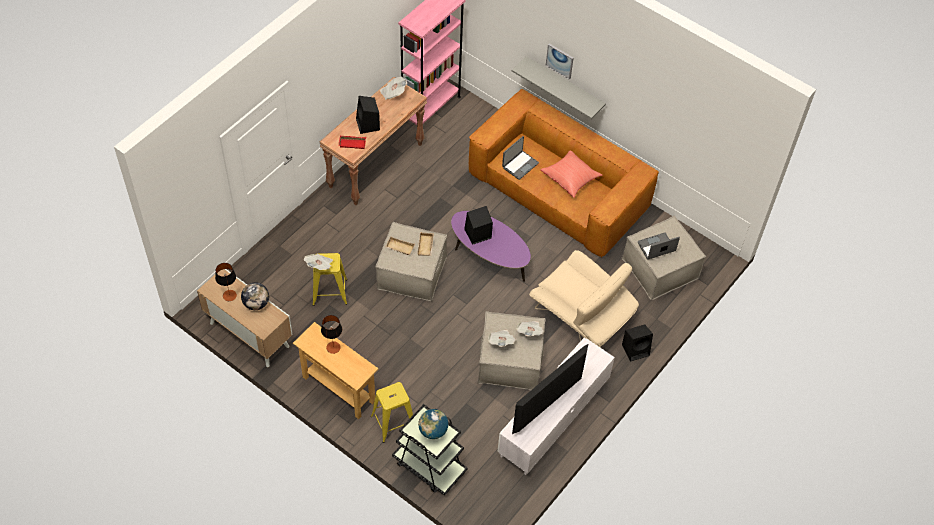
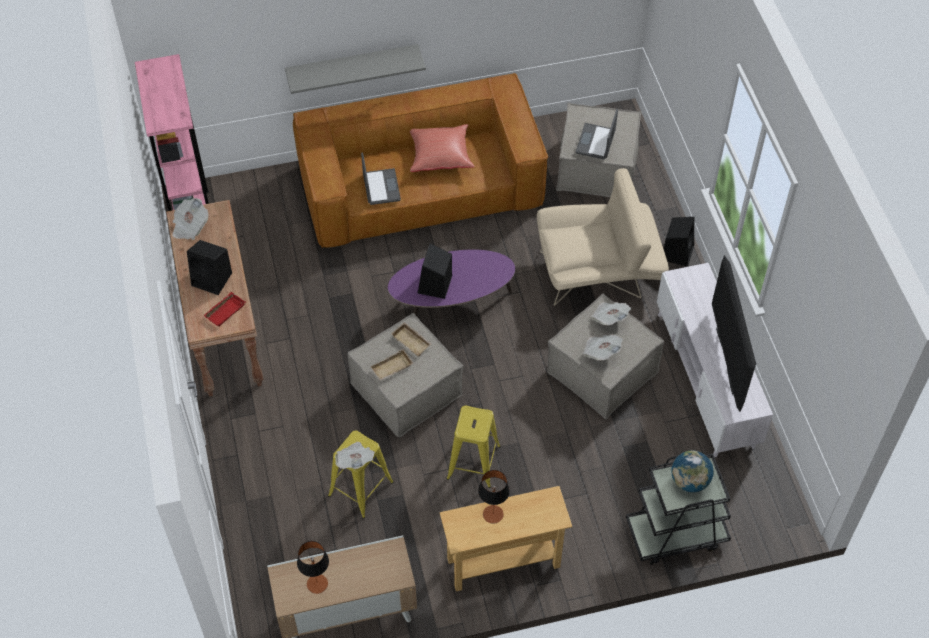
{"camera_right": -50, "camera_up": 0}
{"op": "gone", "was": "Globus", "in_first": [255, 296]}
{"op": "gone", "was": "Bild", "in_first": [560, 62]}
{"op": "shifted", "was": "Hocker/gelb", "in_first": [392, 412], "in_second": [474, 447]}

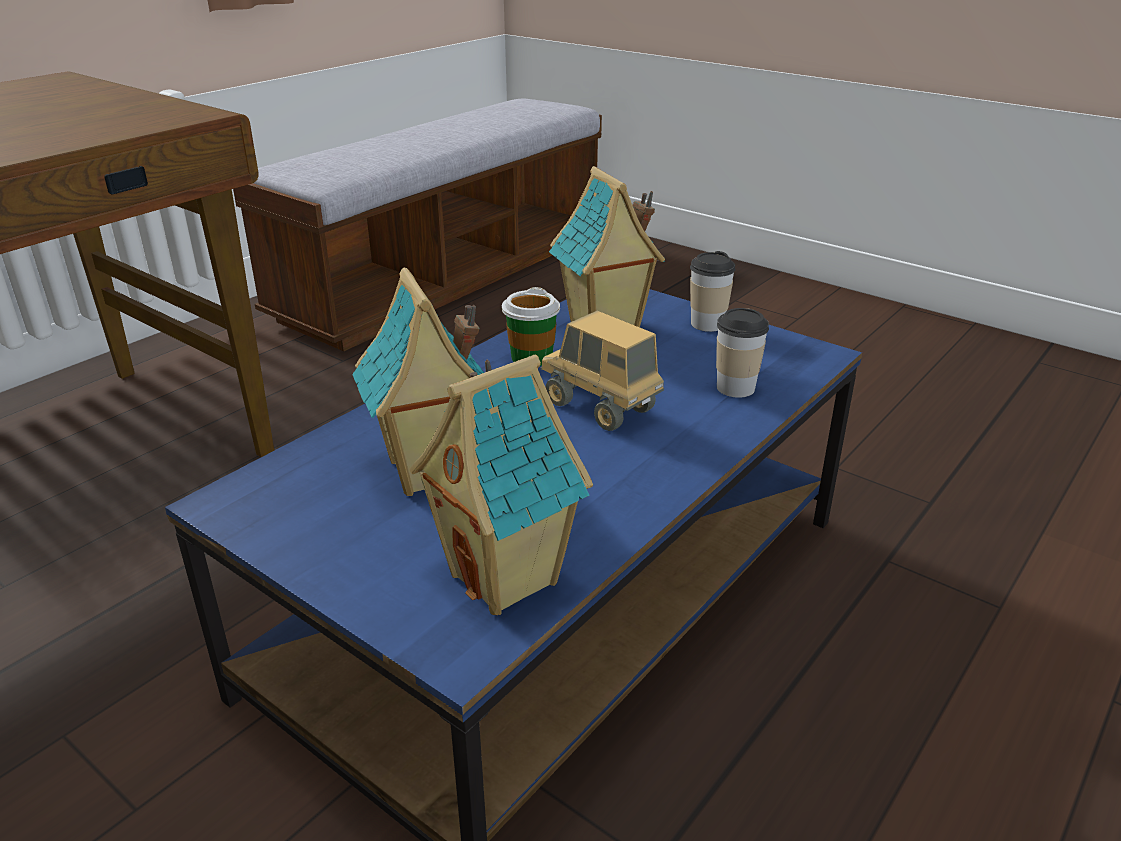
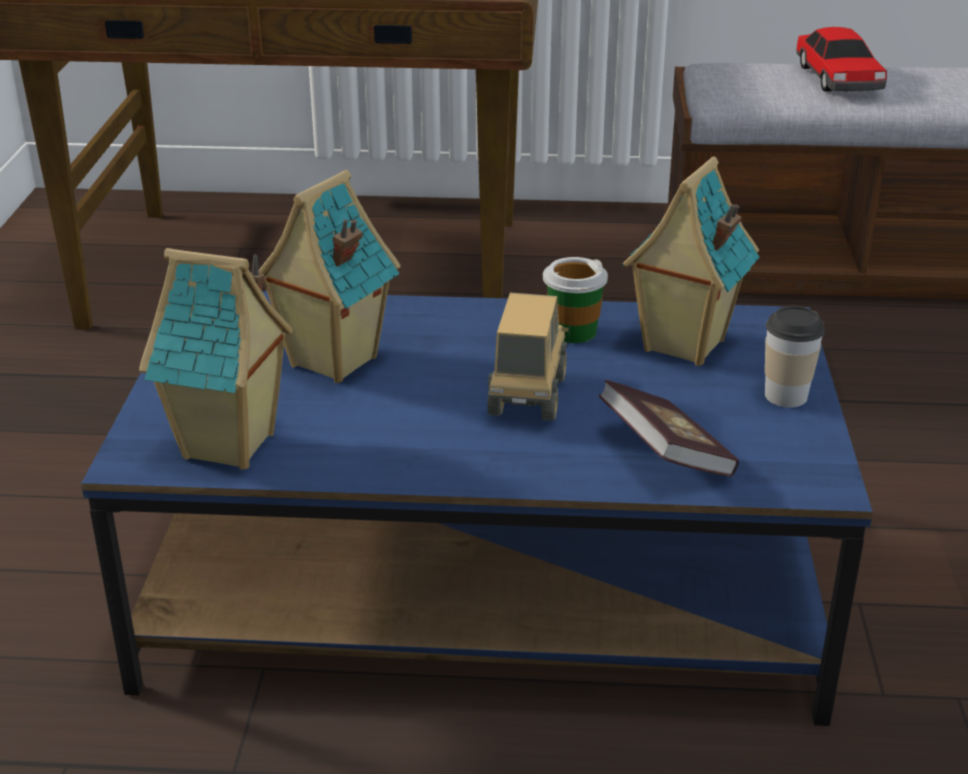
{"camera_right": 55, "camera_up": 0}
{"op": "new", "now": "Spielzeugauto", "in_second": [841, 59]}
{"op": "swapped", "was": "Tasse", "now": "Buch", "in_first": [742, 353], "in_second": [669, 428]}

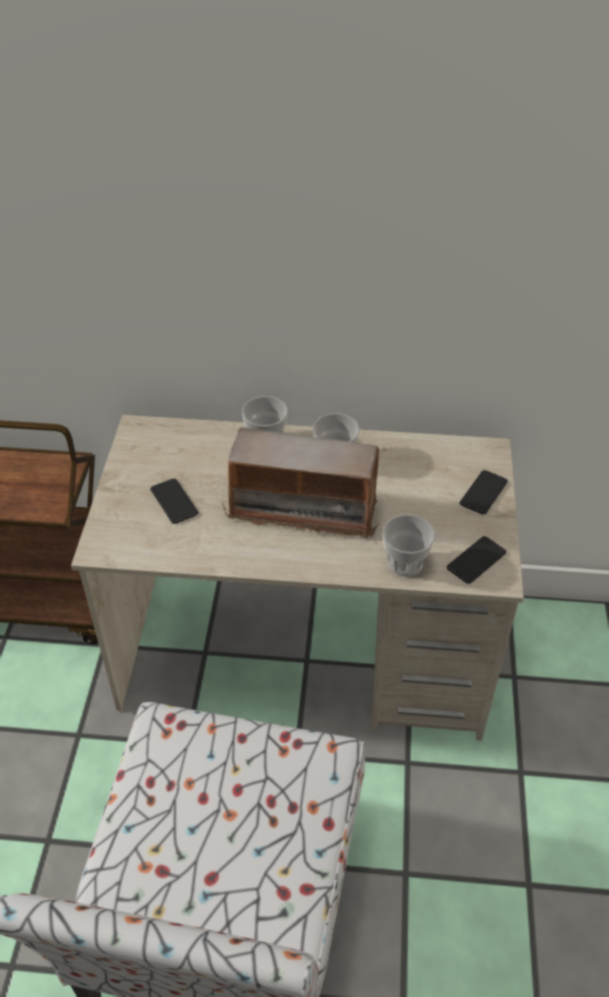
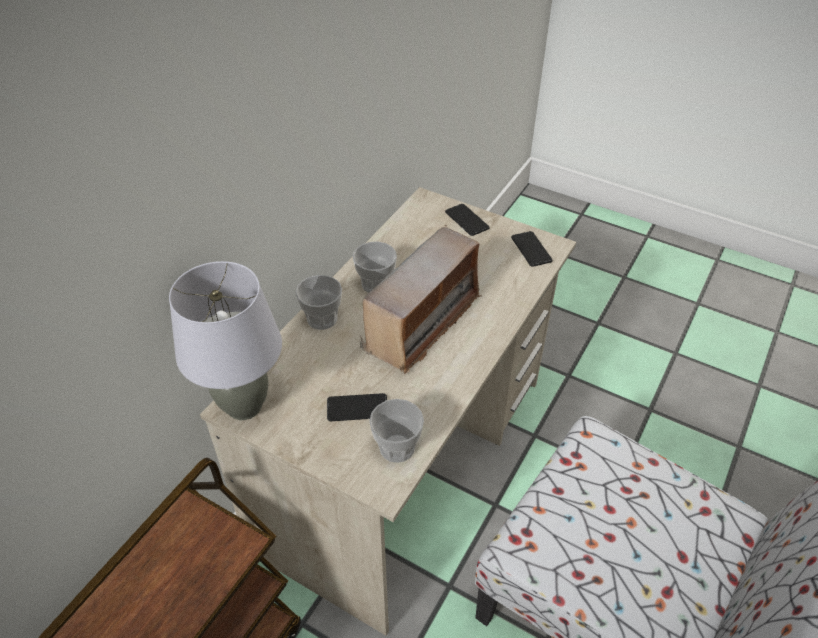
{"camera_right": -65, "camera_up": 0}
{"op": "new", "now": "Tischlampe/grau", "in_second": [225, 340]}
{"op": "shifted", "was": "Tasse", "in_first": [408, 545], "in_second": [396, 431]}

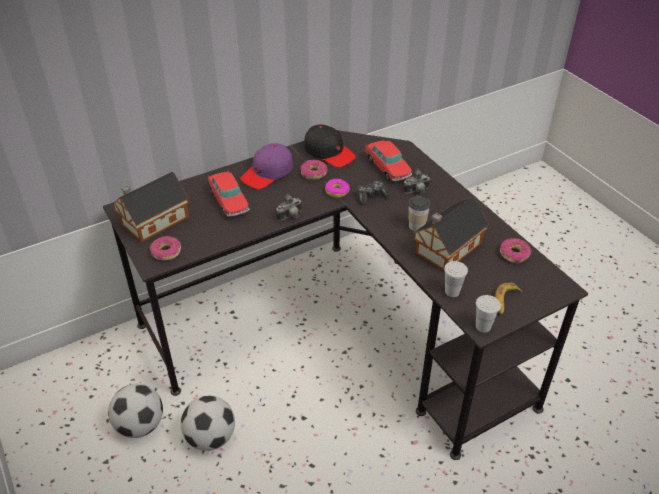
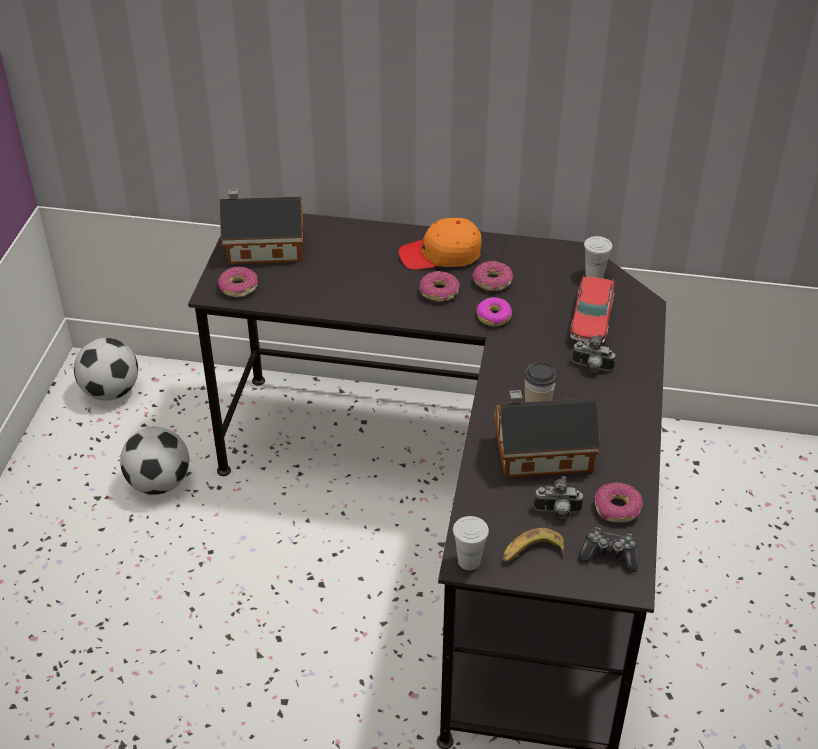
{"camera_right": 40, "camera_up": 0}
{"op": "gone", "was": "Spielzeugauto", "in_first": [228, 193]}
{"op": "gone", "was": "Kappe/schwarz", "in_first": [330, 145]}
{"op": "new", "now": "Donut", "in_second": [439, 286]}
{"op": "shifted", "was": "Fußball", "in_first": [208, 423], "in_second": [106, 369]}
{"op": "shifted", "was": "Kamera", "in_first": [289, 207], "in_second": [559, 497]}
{"op": "shifted", "was": "Gamepad", "in_first": [373, 193], "in_second": [608, 549]}
{"op": "shifted", "was": "Tasse/weiß", "in_first": [456, 279], "in_second": [598, 257]}
{"op": "repainted", "was": "Kappe/lila", "now": "Kappe/orange", "in_first": [266, 166], "in_second": [440, 244]}

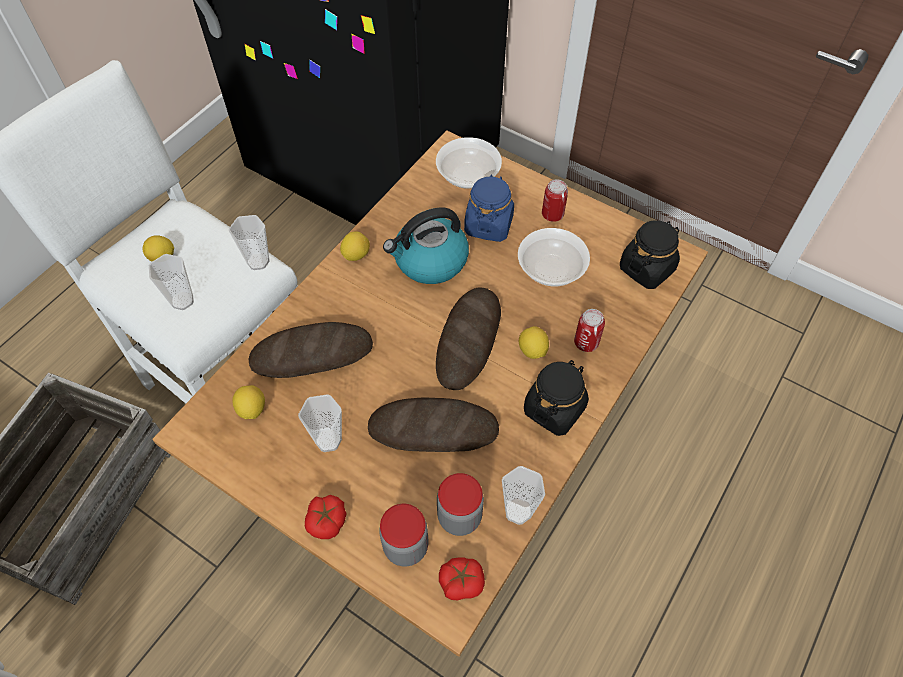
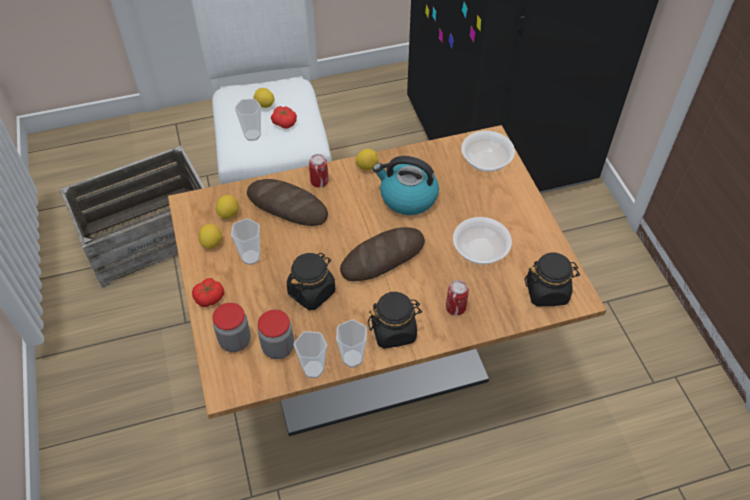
{"camera_right": 40, "camera_up": -5}
{"op": "gone", "was": "Vorratsglas/blau", "in_first": [489, 208]}
{"op": "shifted", "was": "Tasse", "in_first": [249, 242], "in_second": [351, 343]}
{"op": "shifted", "was": "Tomate", "in_first": [462, 578], "in_second": [284, 117]}
{"op": "shifted", "was": "Zitrone", "in_first": [534, 342], "in_second": [210, 236]}
{"op": "shifted", "was": "Dose", "in_first": [555, 200], "in_second": [318, 171]}
{"op": "swapped", "was": "Brot", "now": "Vorratsglas/schwarz", "in_first": [433, 425], "in_second": [311, 281]}

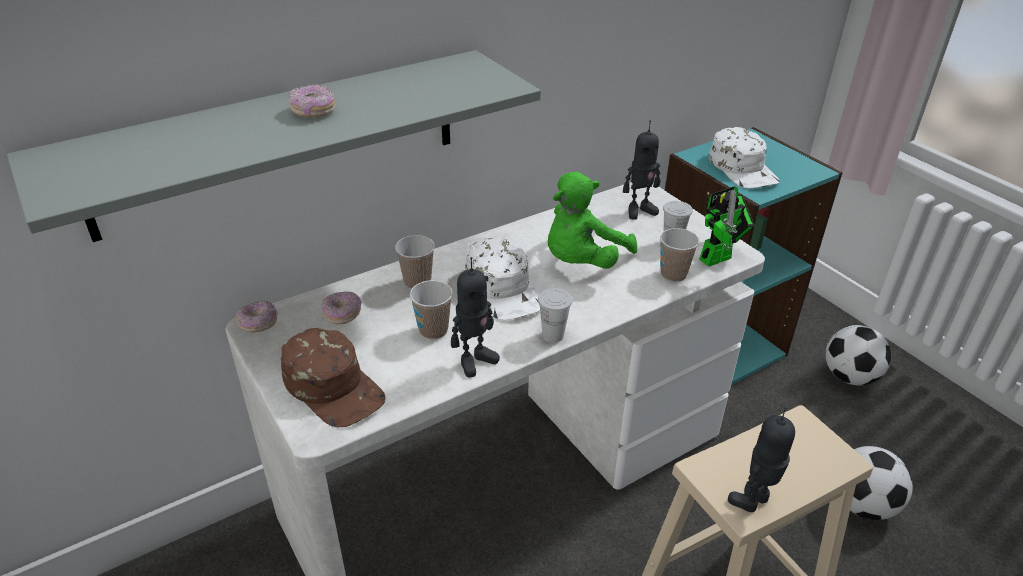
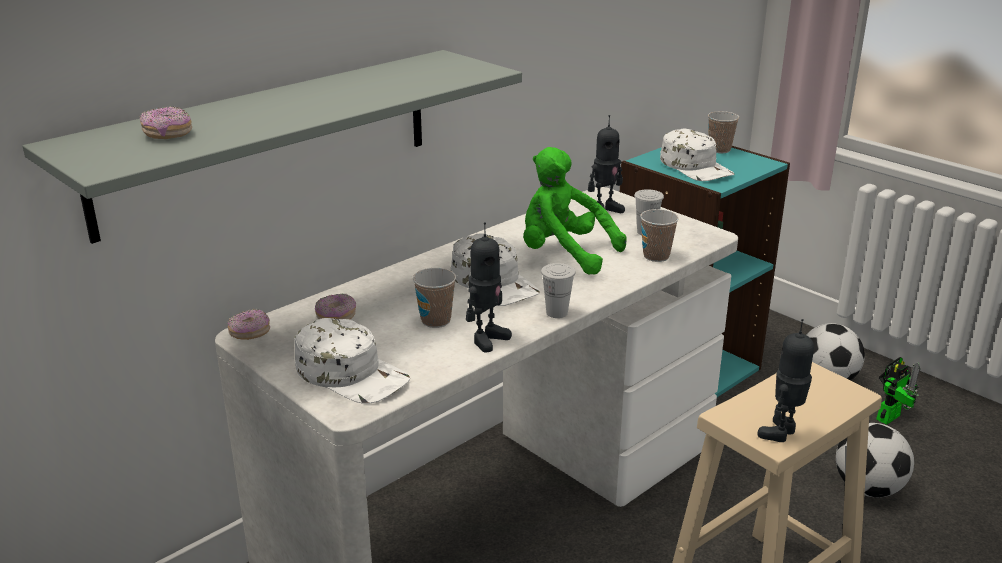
{"camera_right": -10, "camera_up": -10}
{"op": "shifted", "was": "Donut", "in_first": [312, 101], "in_second": [166, 122]}
{"op": "shifted", "was": "Tasse", "in_first": [415, 262], "in_second": [723, 132]}
{"op": "shifted", "was": "Spielzeugroboter", "in_first": [727, 227], "in_second": [898, 391]}
{"op": "repainted", "was": "Kappe/braun", "now": "Kappe/weiß", "in_first": [333, 377], "in_second": [352, 361]}
{"op": "rotated", "was": "Plüschtier/grün", "in_first": [592, 220], "in_second": [575, 211], "clockwise": 90}

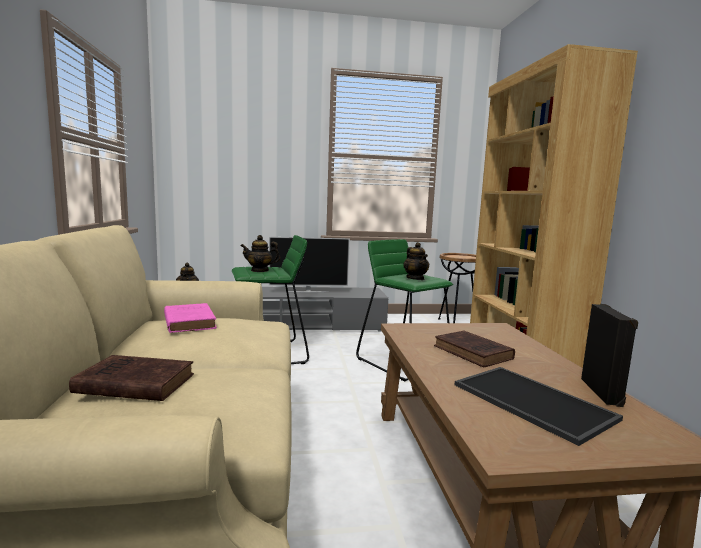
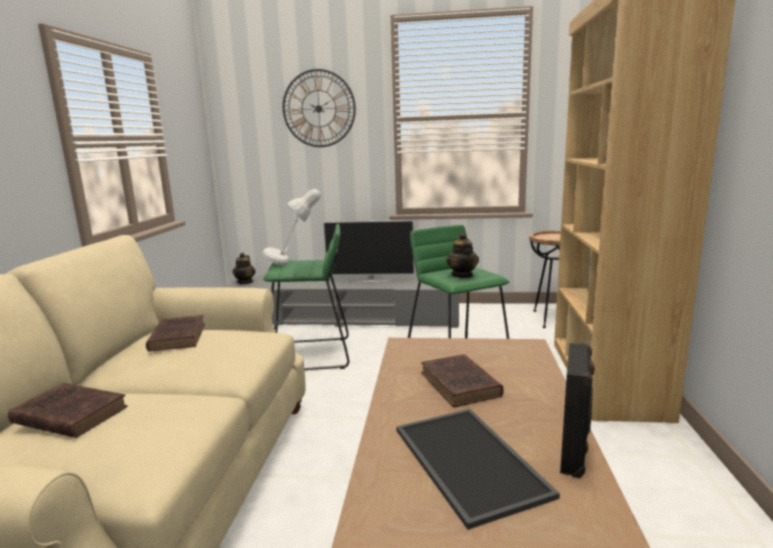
{"camera_right": 15, "camera_up": 5}
{"op": "new", "now": "Wanduhr", "in_second": [319, 108]}
{"op": "swapped", "was": "Teekanne", "now": "Tischlampe/grau", "in_first": [260, 253], "in_second": [291, 227]}
{"op": "repainted", "was": "Buch/rosa", "now": "Buch/braun", "in_first": [190, 318], "in_second": [175, 333]}

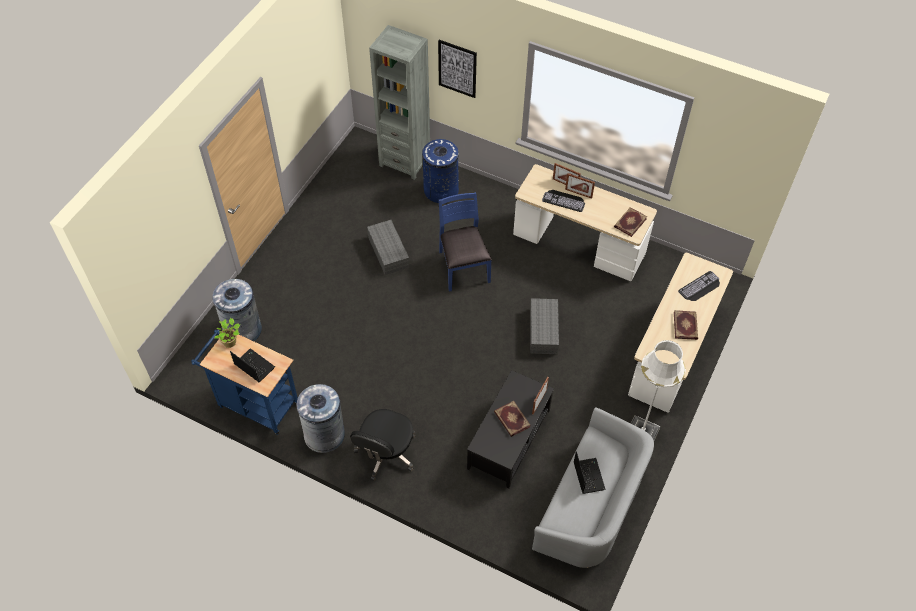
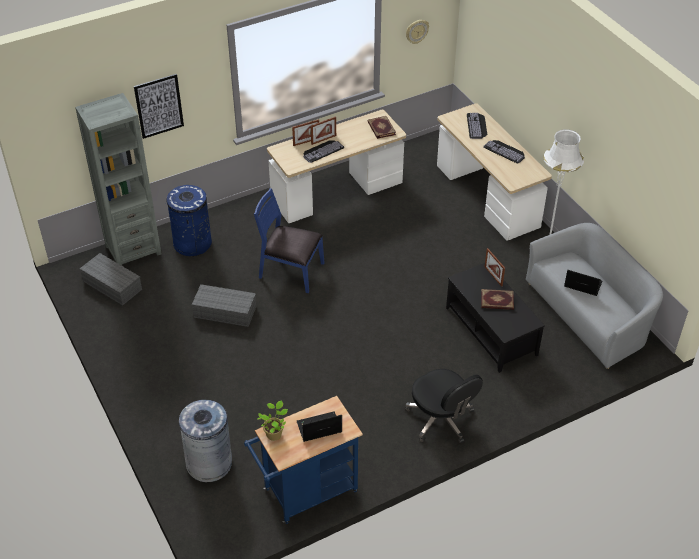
{"camera_right": -55, "camera_up": -10}
{"op": "gone", "was": "Mülleimer/grau", "in_first": [321, 418]}
{"op": "new", "now": "Wanduhr", "in_second": [417, 32]}
{"op": "shifted", "was": "Aufbewahrungsbox/grau", "in_first": [544, 326], "in_second": [111, 279]}
{"op": "swapped", "was": "Buch", "now": "Tastatur", "in_first": [686, 325], "in_second": [504, 151]}

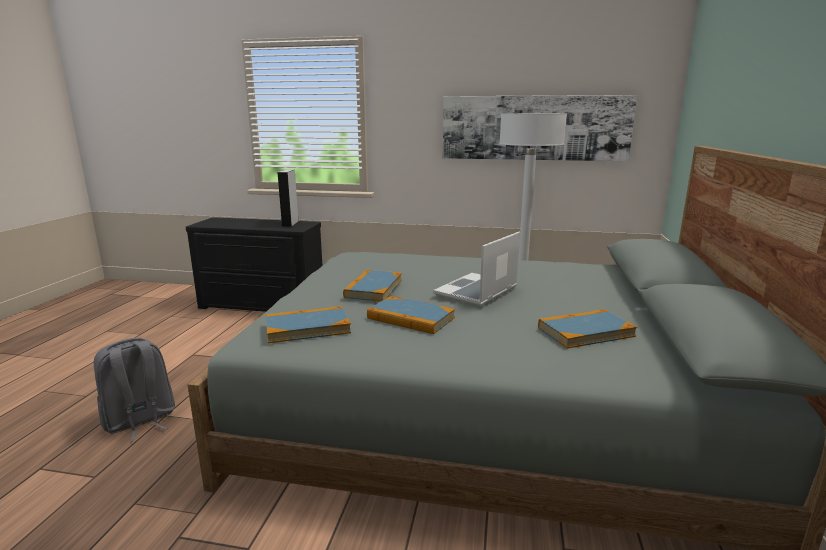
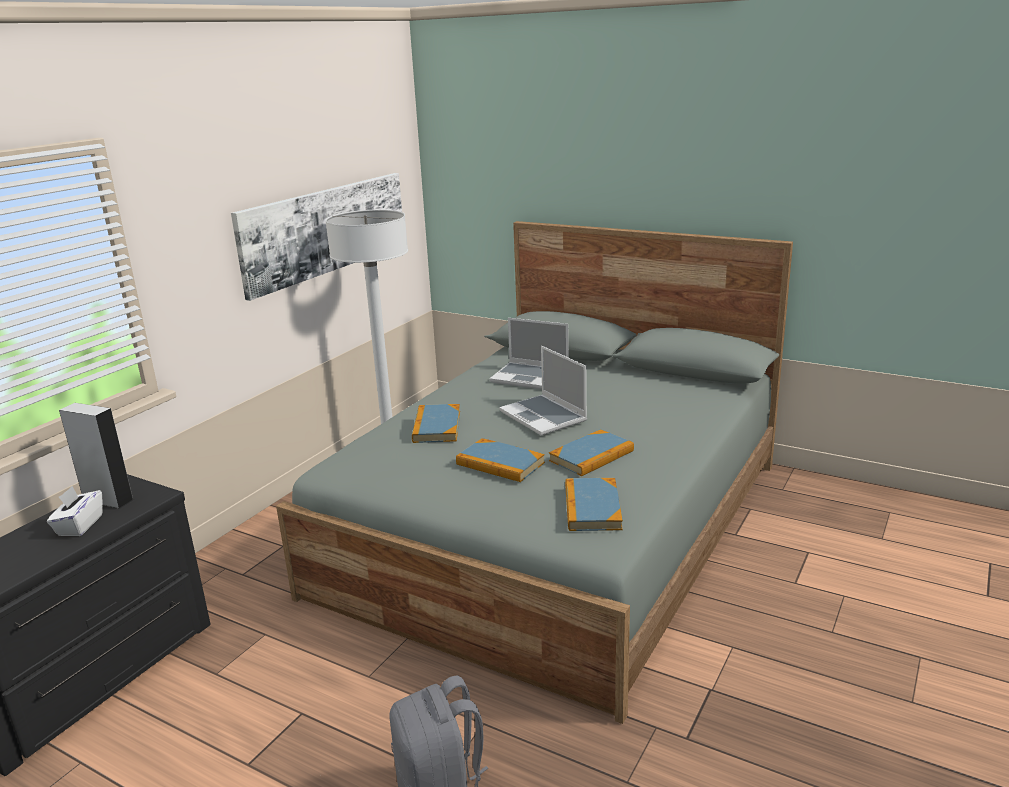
{"camera_right": -70, "camera_up": 5}
{"op": "new", "now": "Taschentuchbox/weiß", "in_second": [75, 511]}
{"op": "new", "now": "Laptop", "in_second": [529, 353]}
{"op": "shifted", "was": "Buch", "in_first": [587, 329], "in_second": [436, 423]}

